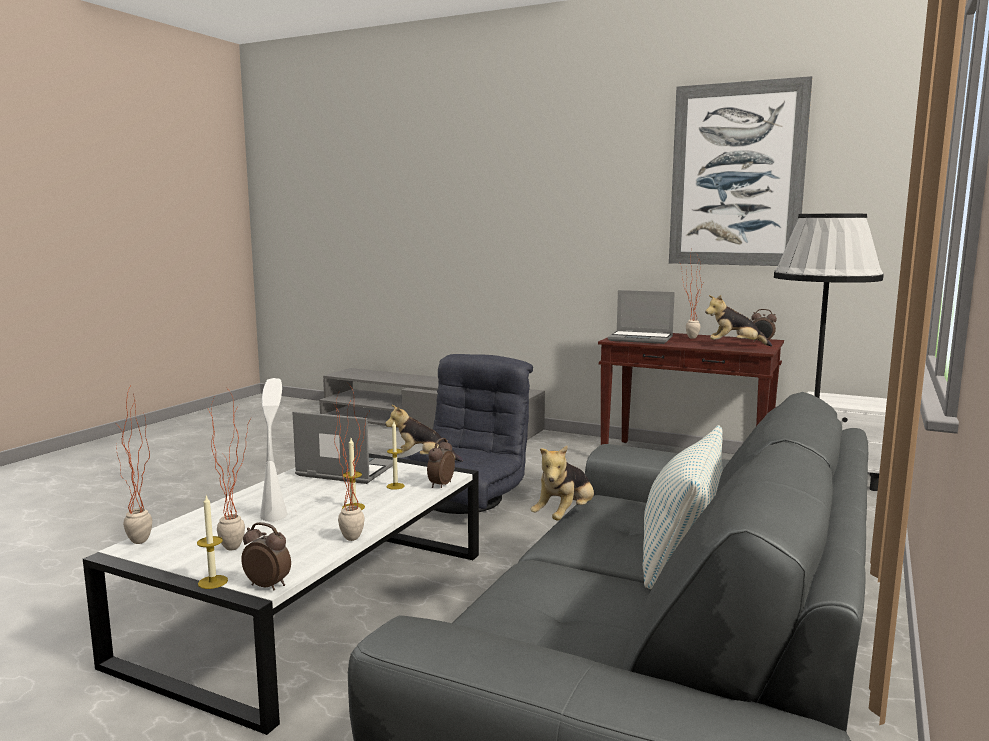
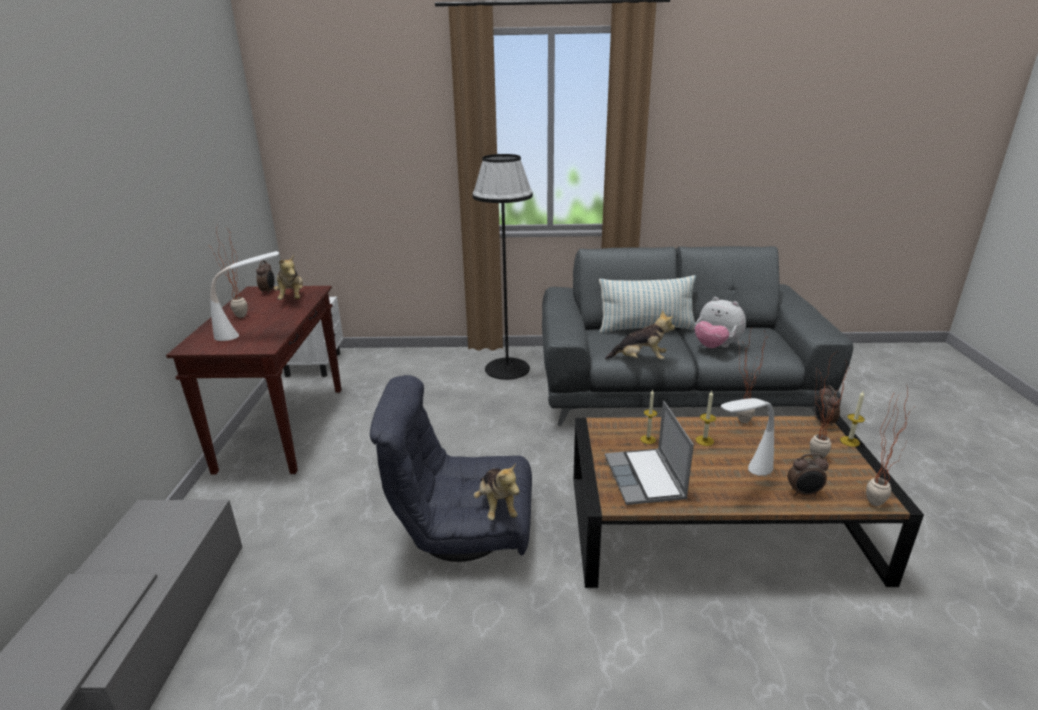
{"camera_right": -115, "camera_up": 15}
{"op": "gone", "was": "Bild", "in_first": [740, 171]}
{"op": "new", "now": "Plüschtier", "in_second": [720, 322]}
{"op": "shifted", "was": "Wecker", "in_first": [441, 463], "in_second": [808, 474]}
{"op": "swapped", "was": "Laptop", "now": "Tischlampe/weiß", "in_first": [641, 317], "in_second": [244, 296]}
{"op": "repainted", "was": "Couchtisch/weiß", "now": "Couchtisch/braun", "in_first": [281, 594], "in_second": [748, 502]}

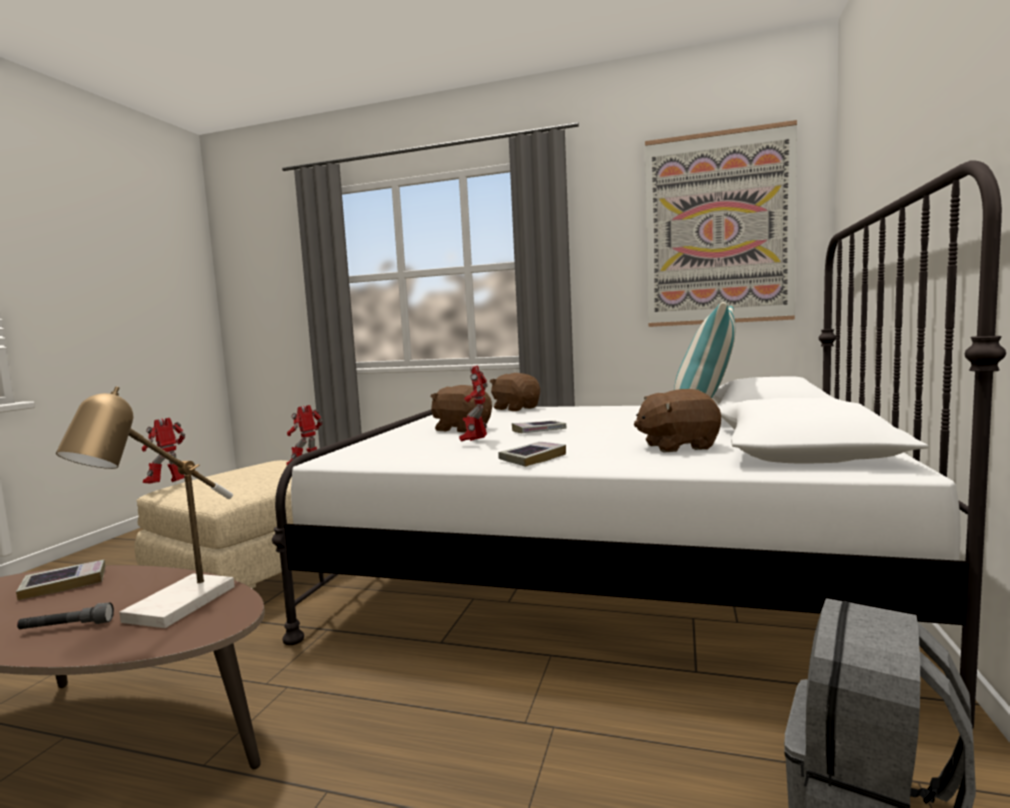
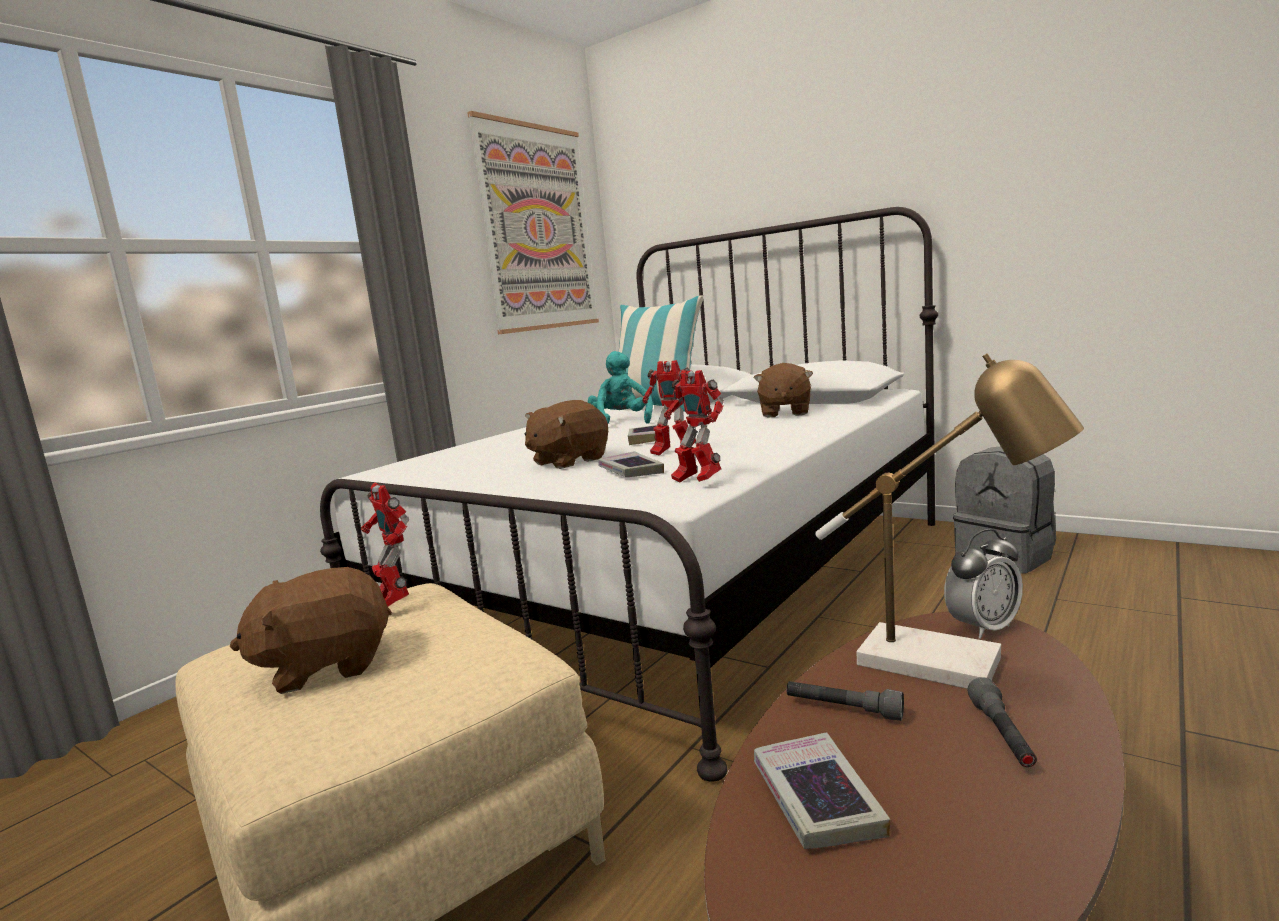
{"camera_right": -70, "camera_up": 5}
{"op": "new", "now": "Plüschtier/türkis", "in_second": [620, 387]}
{"op": "new", "now": "Taschenlampe/grau", "in_second": [845, 701]}
{"op": "new", "now": "Wecker", "in_second": [983, 584]}
{"op": "shifted", "was": "Spielzeugroboter", "in_first": [163, 451], "in_second": [694, 426]}
{"op": "shifted", "was": "Plüschtier/braun", "in_first": [515, 392], "in_second": [311, 630]}
{"op": "shifted", "was": "Buch", "in_first": [532, 454], "in_second": [631, 464]}

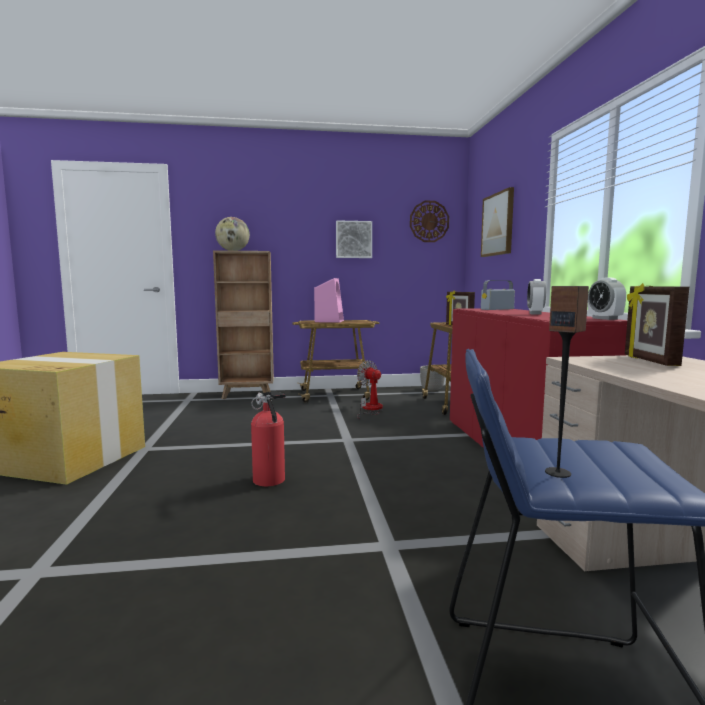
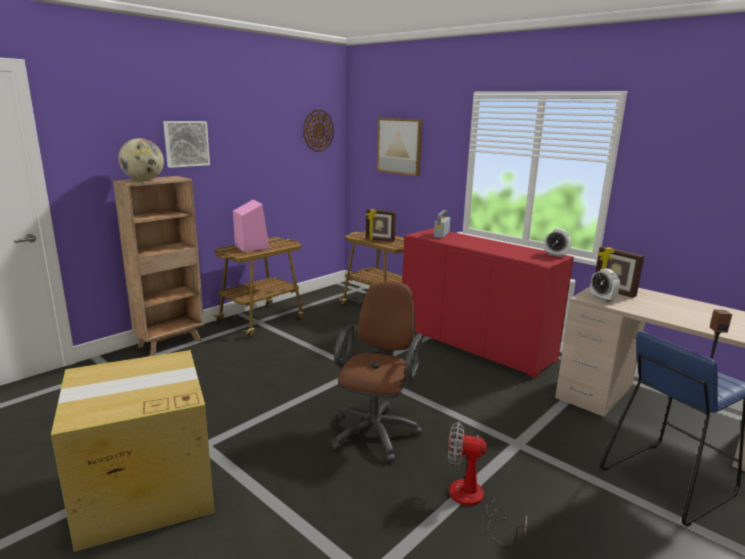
{"camera_right": -40, "camera_up": 10}
{"op": "gone", "was": "Pflanzkübel", "in_first": [432, 378]}
{"op": "shifted", "was": "Bild", "in_first": [354, 239], "in_second": [186, 144]}
{"op": "shifted", "was": "Ventilator", "in_first": [370, 389], "in_second": [487, 484]}
{"op": "shifted", "was": "Wecker", "in_first": [536, 297], "in_second": [605, 285]}
{"op": "swapped", "was": "Feuerlöscher", "now": "Bürostuhl/braun", "in_first": [268, 438], "in_second": [377, 372]}

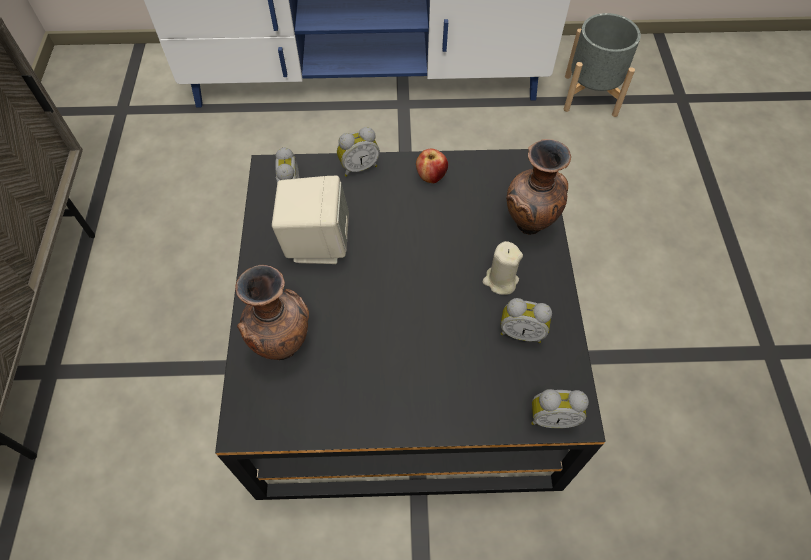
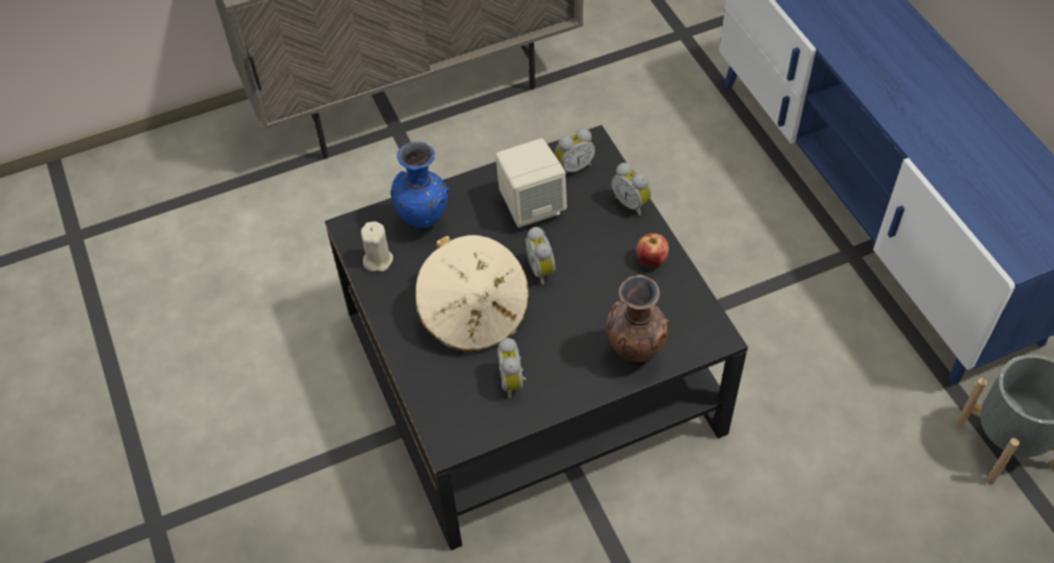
{"camera_right": 70, "camera_up": -5}
{"op": "new", "now": "Hut/beige", "in_second": [473, 294]}
{"op": "shifted", "was": "Kerze/beige", "in_first": [503, 268], "in_second": [377, 247]}
{"op": "shifted", "was": "Wecker", "in_first": [560, 408], "in_second": [540, 256]}
{"op": "repainted", "was": "Vase/braun", "now": "Vase/blau", "in_first": [272, 312], "in_second": [420, 187]}

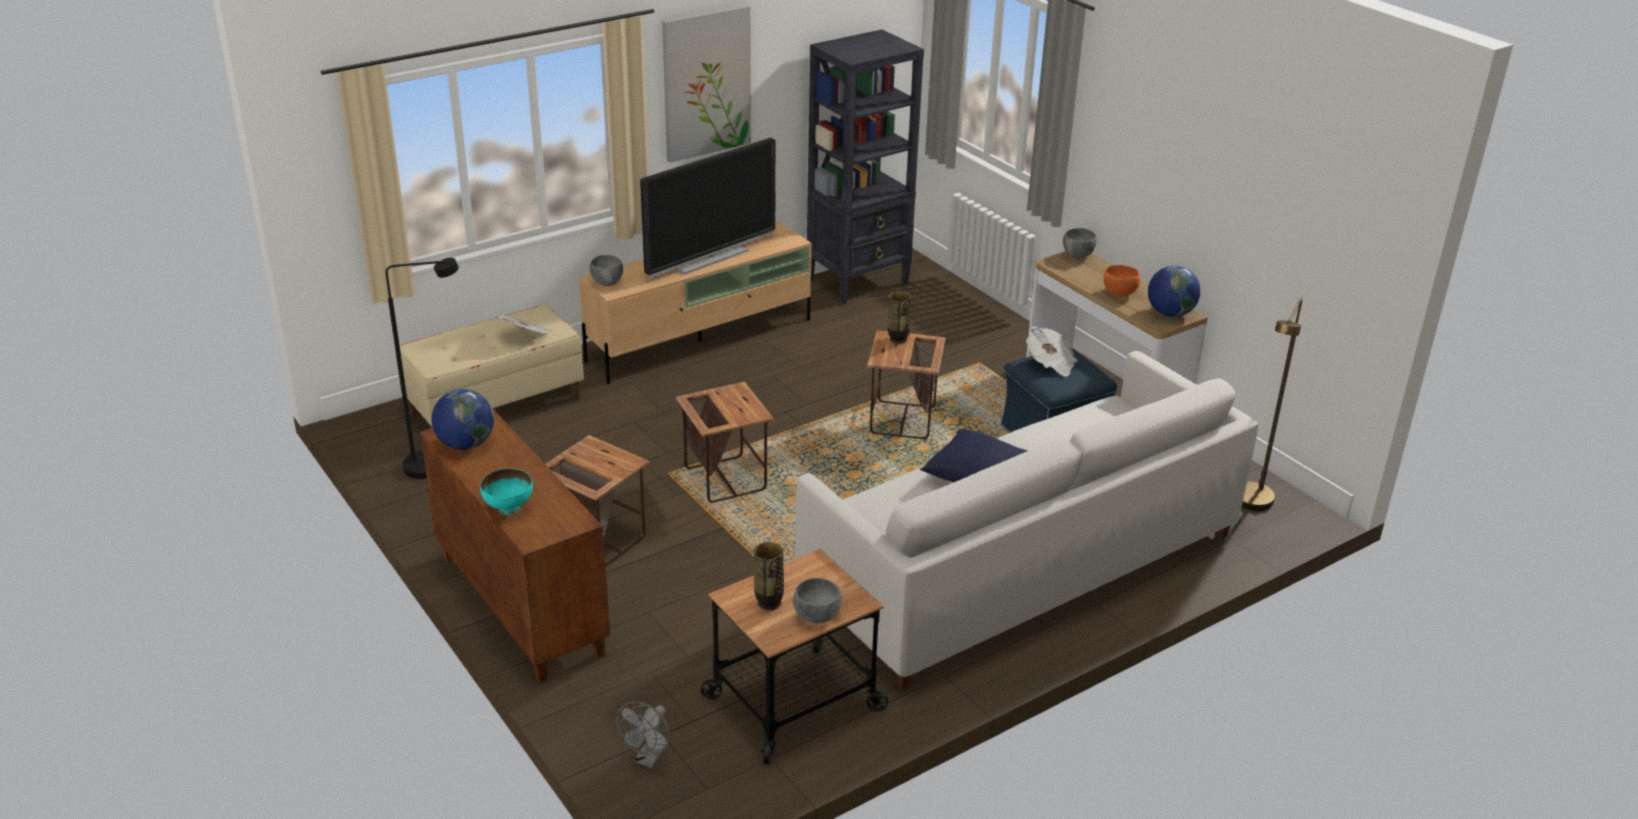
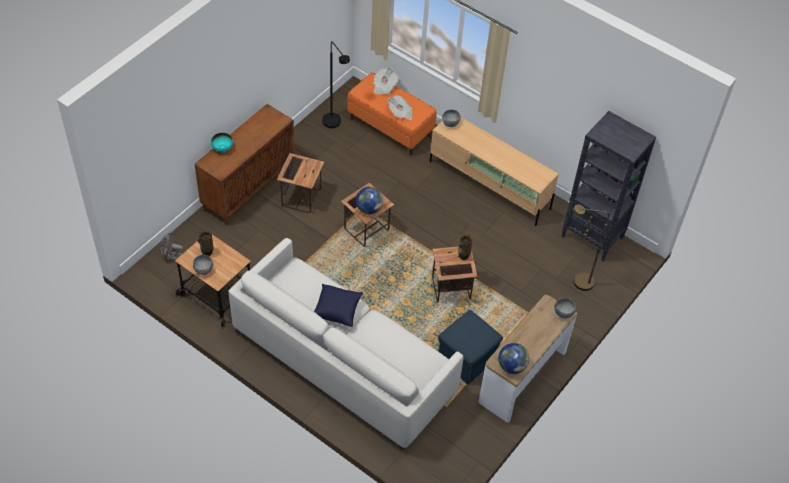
{"camera_right": 70, "camera_up": 20}
{"op": "gone", "was": "Fernseher", "in_first": [708, 207]}
{"op": "gone", "was": "Bild", "in_first": [706, 84]}
{"op": "gone", "was": "Schüssel/orange", "in_first": [1121, 280]}
{"op": "shifted", "was": "Globus", "in_first": [463, 419], "in_second": [369, 200]}
{"op": "shifted", "was": "Zeitung", "in_first": [1051, 351], "in_second": [385, 81]}
{"op": "shifted", "was": "Stehlampe/braun", "in_first": [1272, 404], "in_second": [590, 247]}
{"op": "repainted", "was": "Bank/beige", "now": "Bank/orange", "in_first": [489, 366], "in_second": [391, 114]}

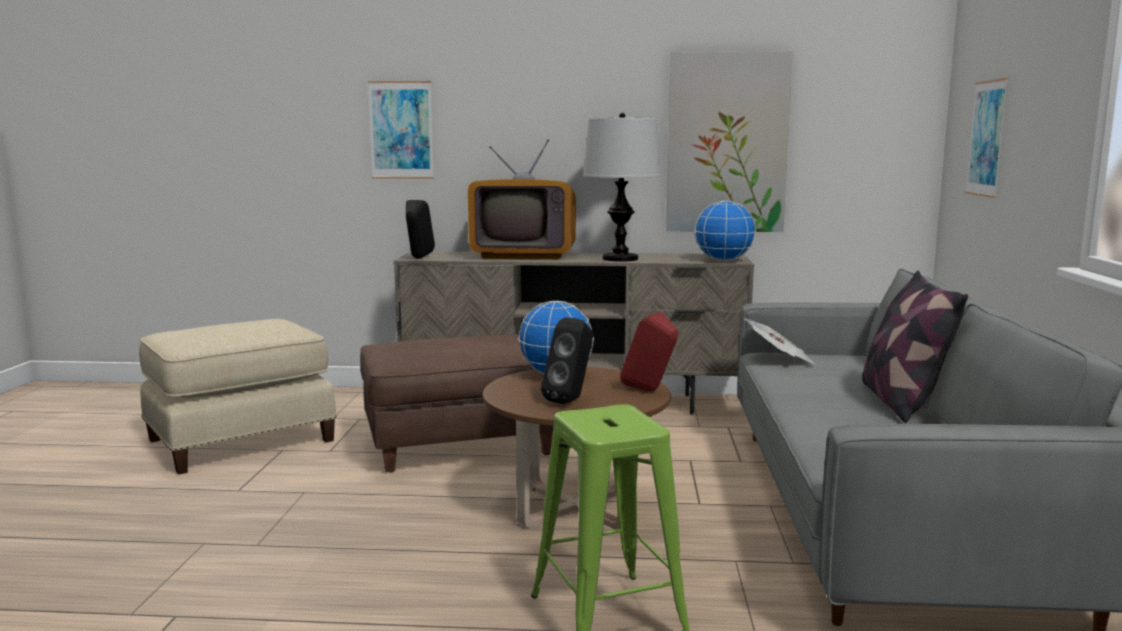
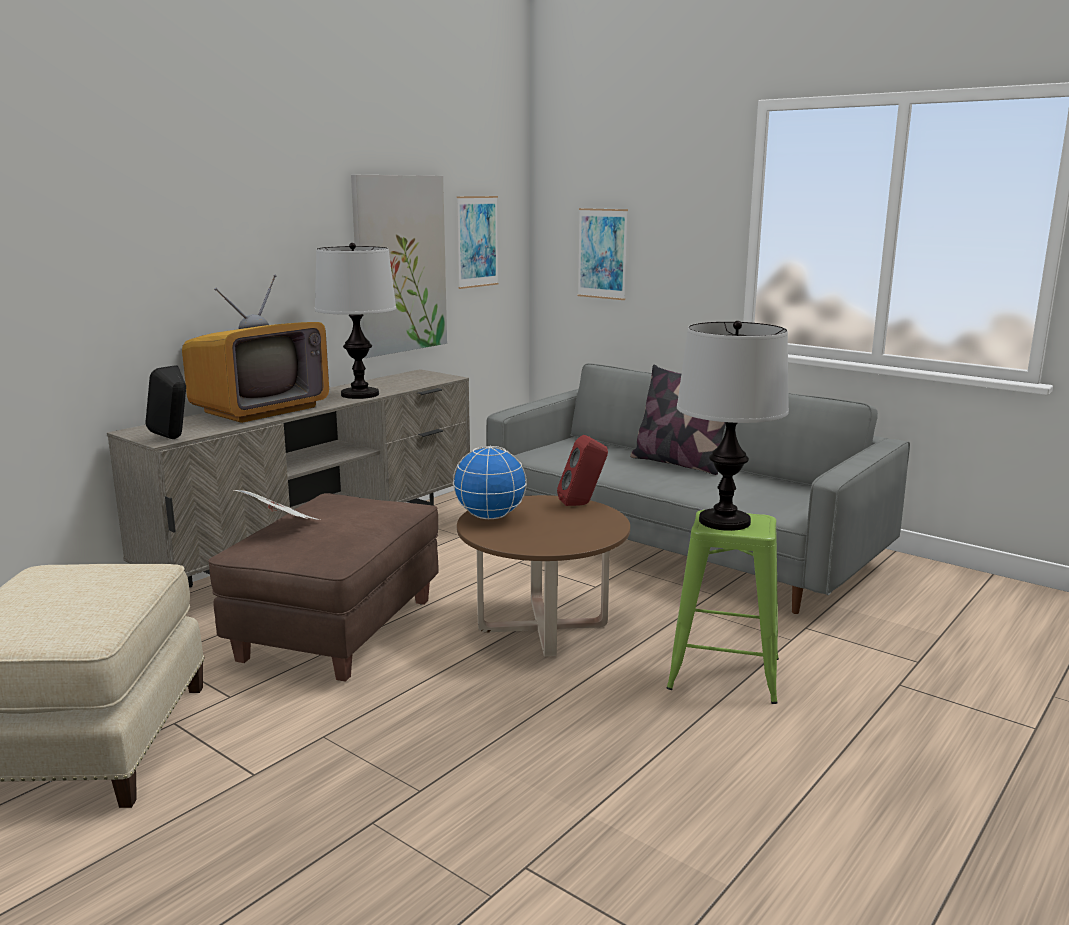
{"camera_right": -55, "camera_up": 5}
{"op": "gone", "was": "Lautsprecher/schwarz", "in_first": [567, 361]}
{"op": "gone", "was": "Globus", "in_first": [725, 231]}
{"op": "new", "now": "Tischlampe", "in_second": [733, 426]}
{"op": "shifted", "was": "Bild", "in_first": [401, 130], "in_second": [478, 242]}
{"op": "shifted", "was": "Zeitung", "in_first": [779, 341], "in_second": [278, 505]}

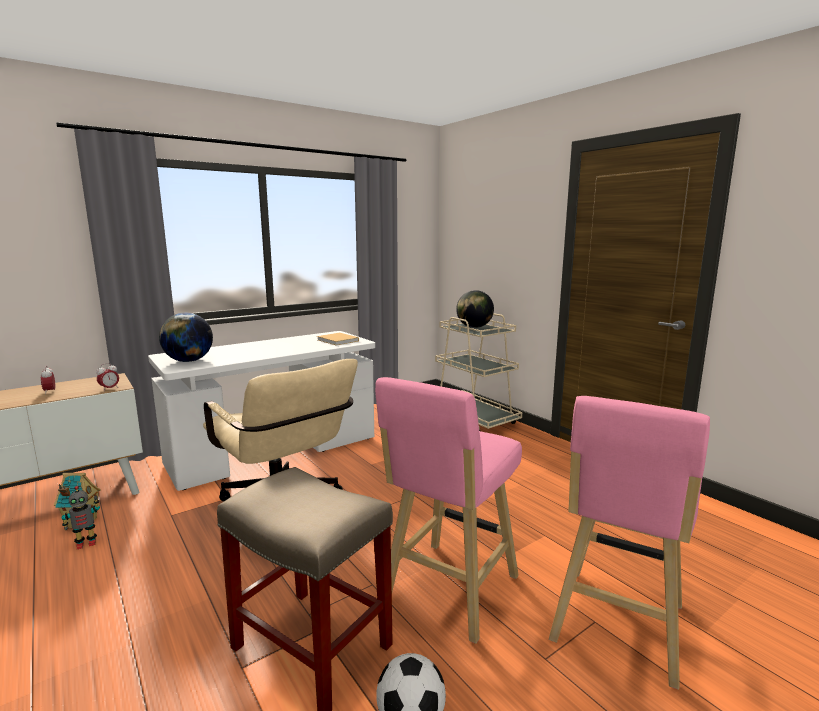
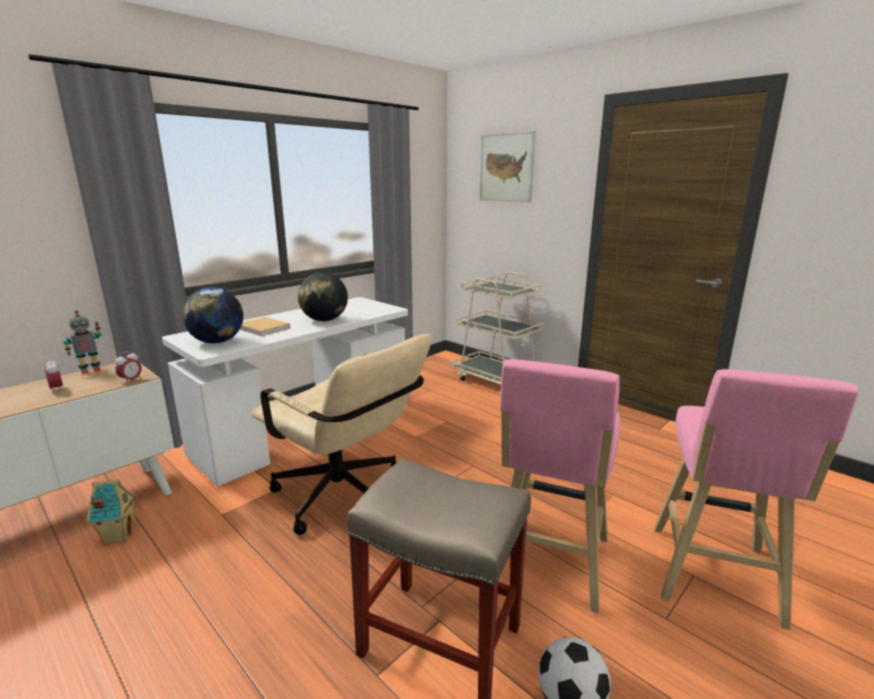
{"camera_right": -10, "camera_up": 5}
{"op": "new", "now": "Bild", "in_second": [507, 166]}
{"op": "shifted", "was": "Spielzeugroboter", "in_first": [80, 517], "in_second": [82, 342]}
{"op": "shifted", "was": "Buch/beige", "in_first": [338, 339], "in_second": [265, 326]}
{"op": "shifted", "was": "Globus", "in_first": [475, 309], "in_second": [323, 296]}

